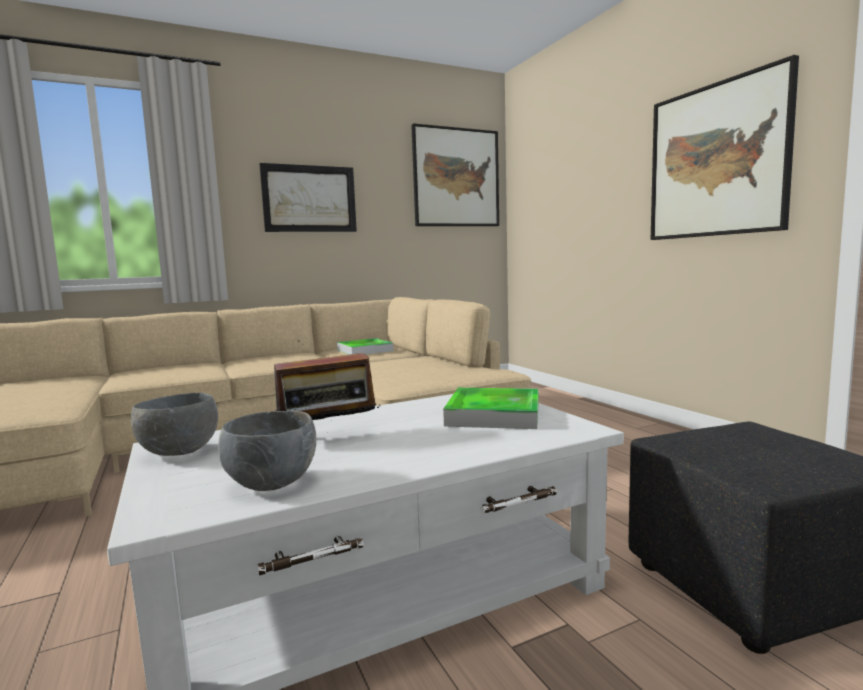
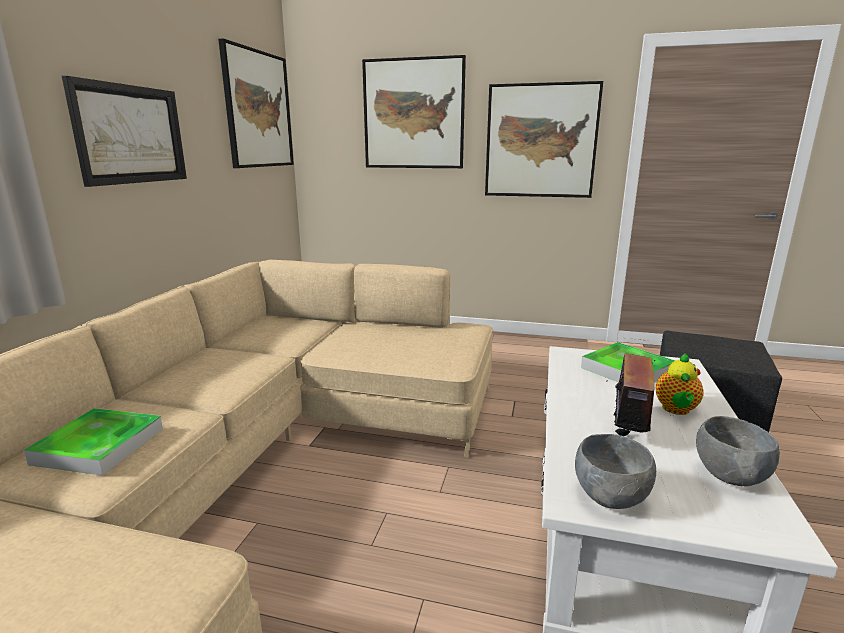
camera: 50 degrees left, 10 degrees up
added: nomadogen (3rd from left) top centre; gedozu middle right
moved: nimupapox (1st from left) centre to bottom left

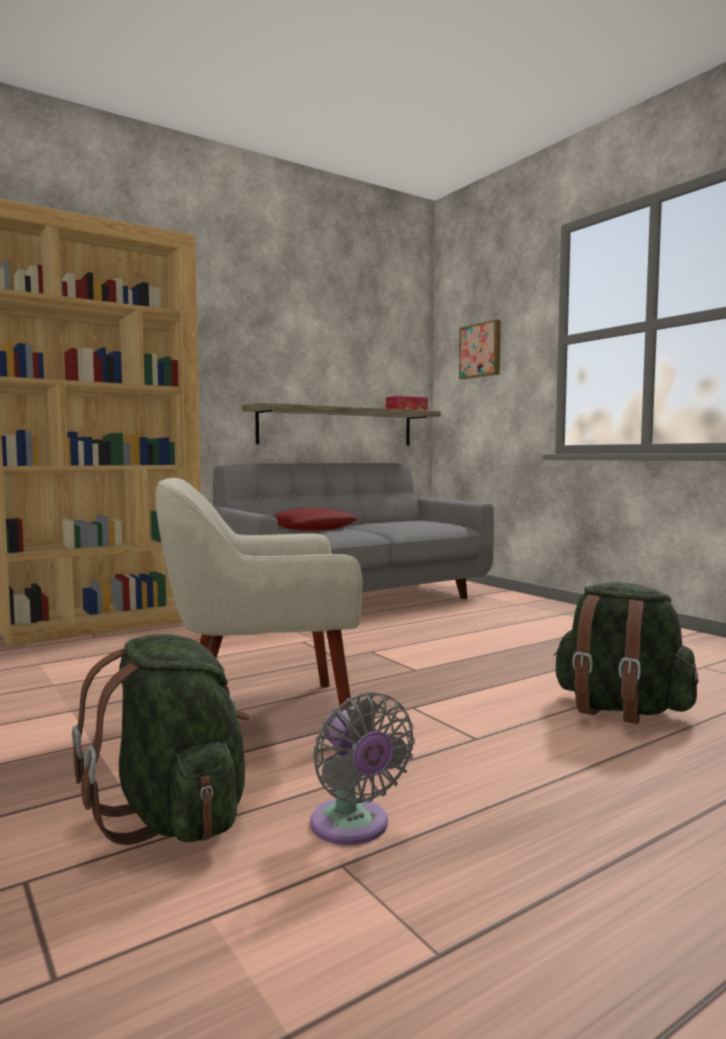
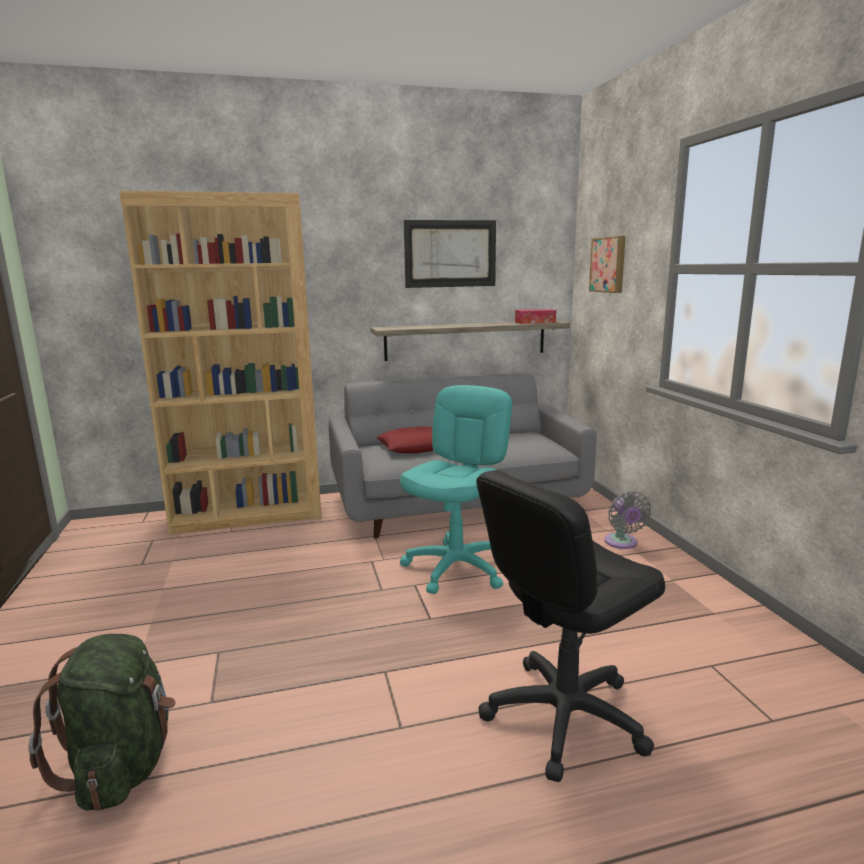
camera: 20 degrees right, 10 degrees up
removed: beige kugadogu centre
added: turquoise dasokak centre; nomadogen (1st from left) top centre
moved: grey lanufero bottom centre to middle right
replaced: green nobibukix (2nd from left) middle right to black dasokak bottom centre

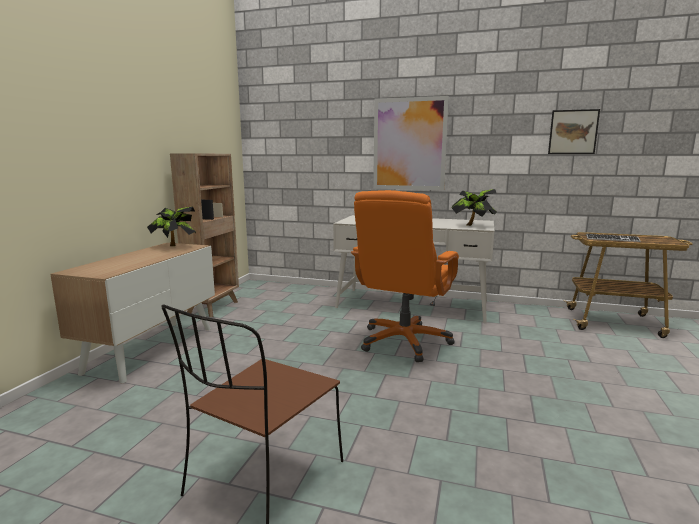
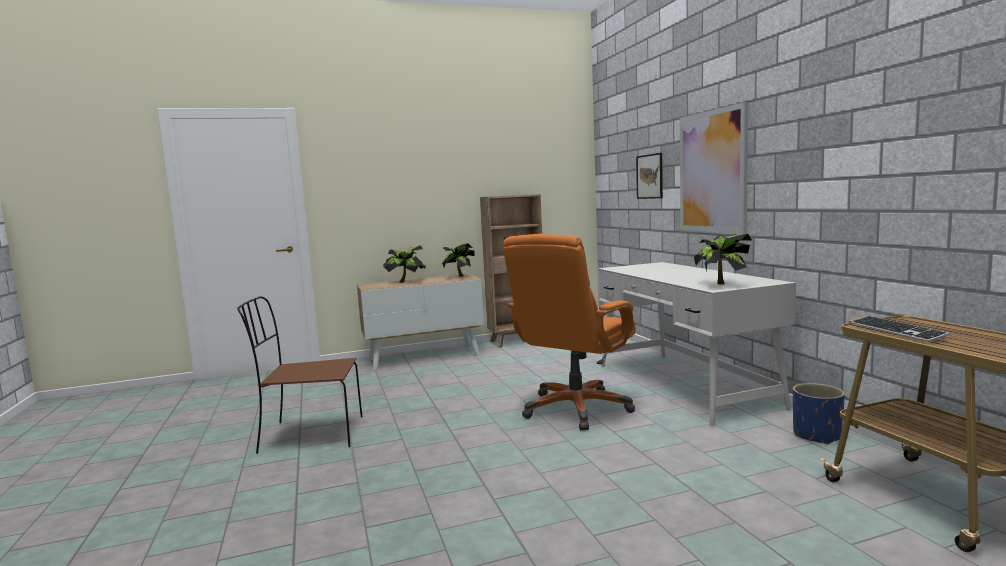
camera: 55 degrees right, 5 degrees down
added: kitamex (1st from left) centre; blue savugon bottom right
moved: nomadogen (2nd from left in the first image) top right to nomadogen (1st from left) top centre
turned: orange dasokak centre = centre 45 degrees counterclockwise

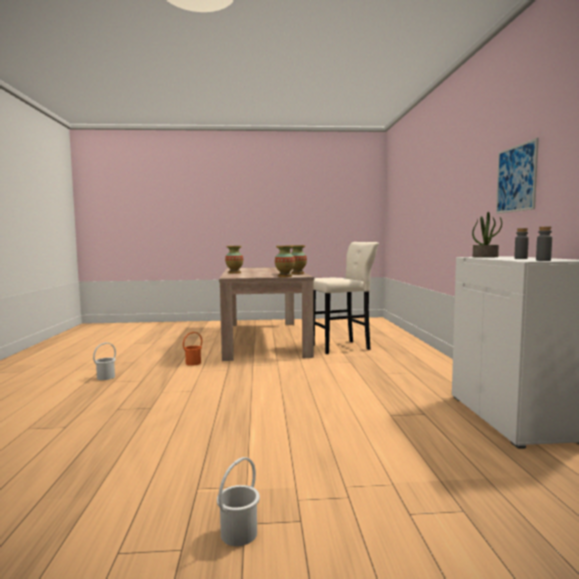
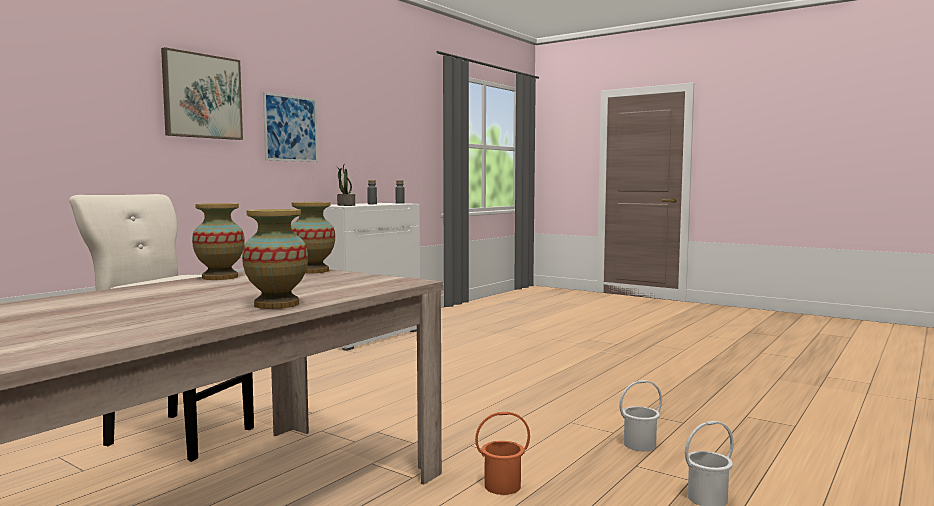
camera: 140 degrees left, 0 degrees up
added: nomadogen (1st from left) top left
moved: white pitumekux (2nd from left in the first image) bottom centre to white pitumekux (1st from left) bottom right

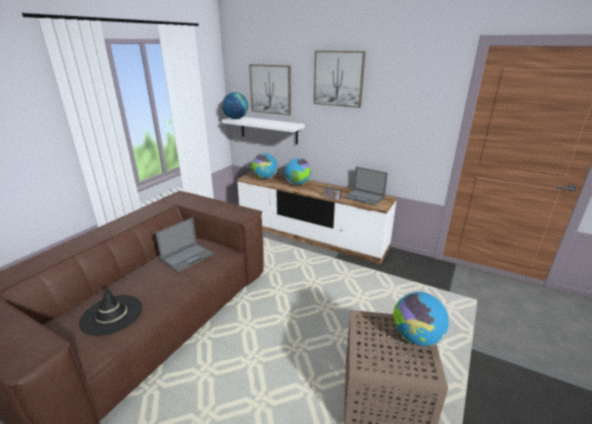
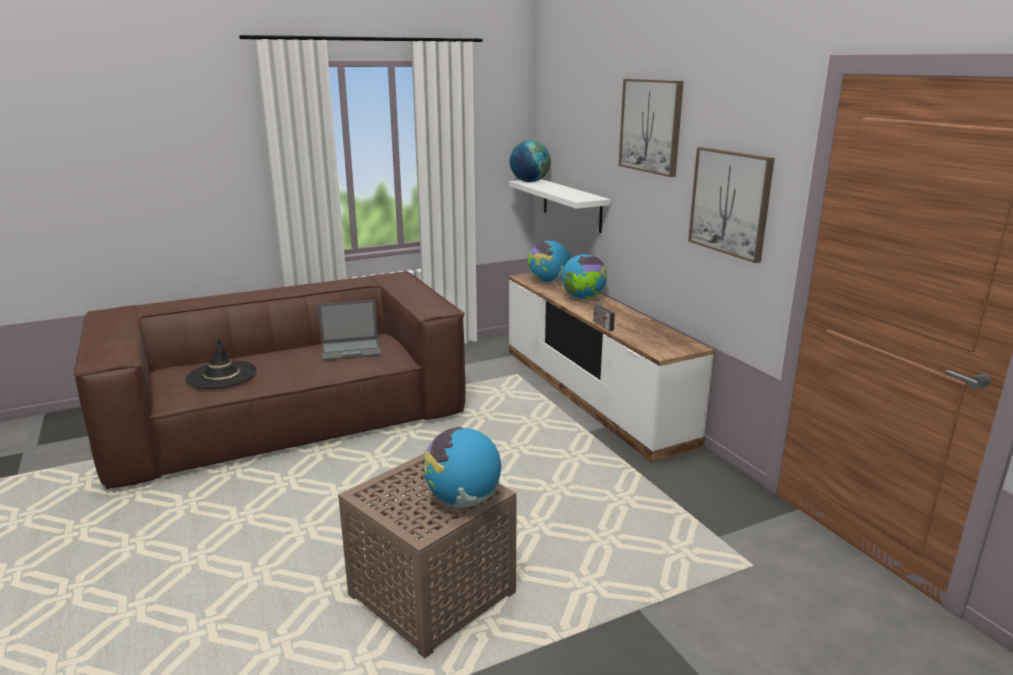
camera: 35 degrees right, 5 degrees down
removed: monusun (2nd from left) centre
moved: nomadogen (1st from left in the first image) top centre to nomadogen (2nd from left) top right

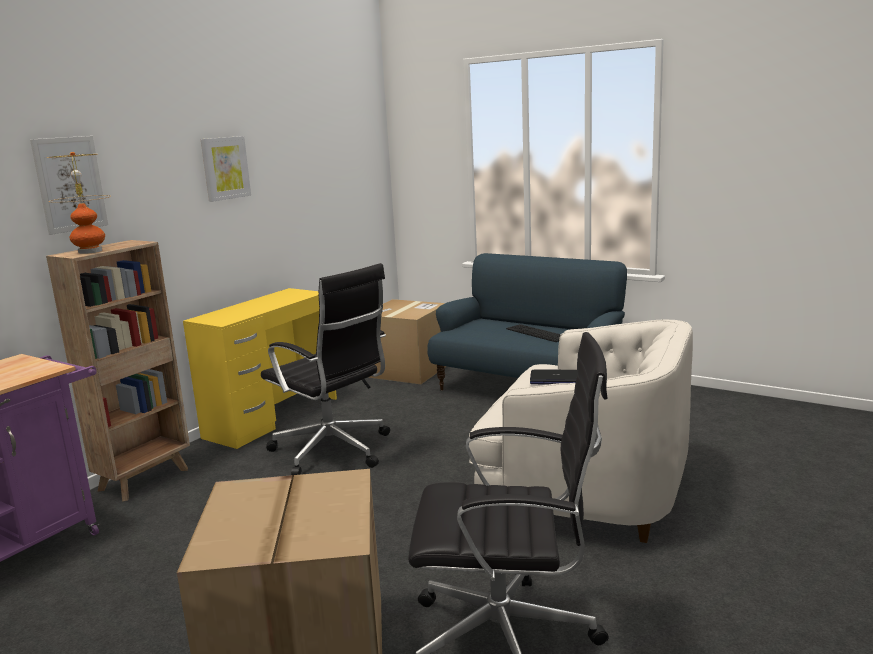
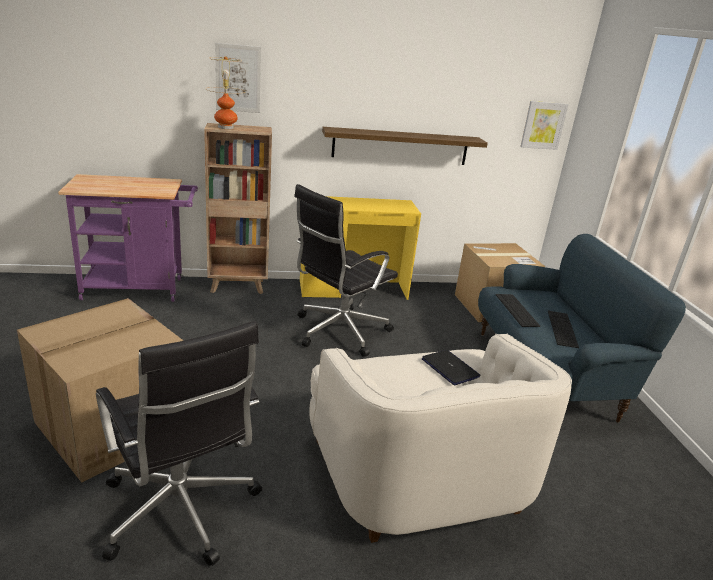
camera: 45 degrees right, 10 degrees up
added: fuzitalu top centre; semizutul (1st from left) middle right
moved: nomadogen (2nd from left) top left to top right
turned: black dasokak (1st from left in the first image) centre = centre 45 degrees clockwise

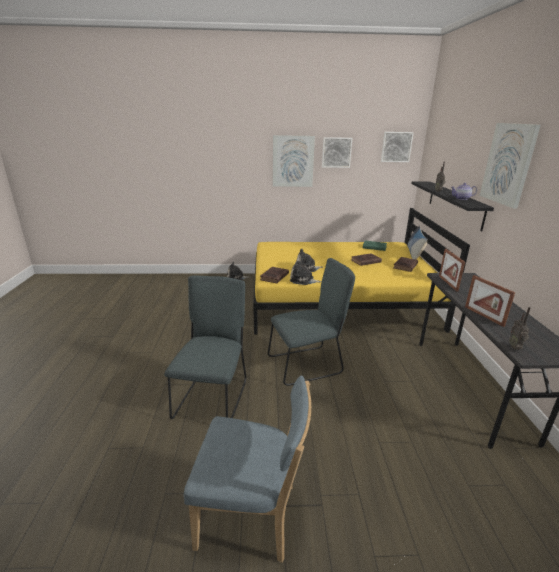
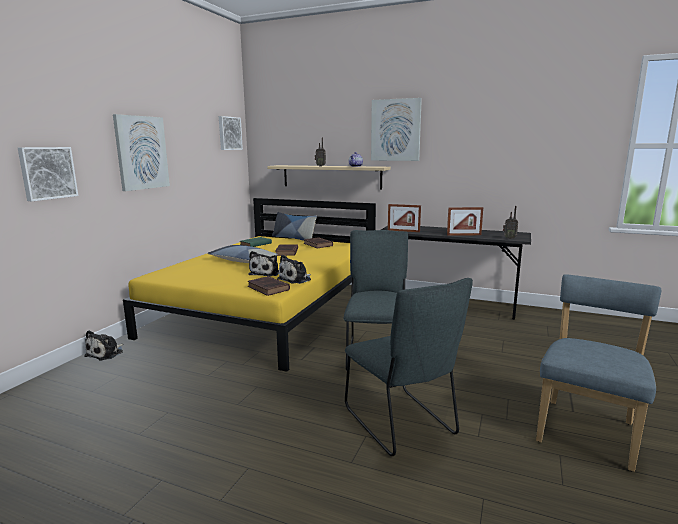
camera: 65 degrees left, 10 degrees down
added: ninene (1st from left) centre
moved: nomadogen (2nd from left in the first image) top centre to nomadogen (1st from left) top left
recoloured: black fuzitalu middle right to beige fuzitalu centre
turned: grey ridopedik (1st from left in the first image) centre = bottom centre 150 degrees counterclockwise

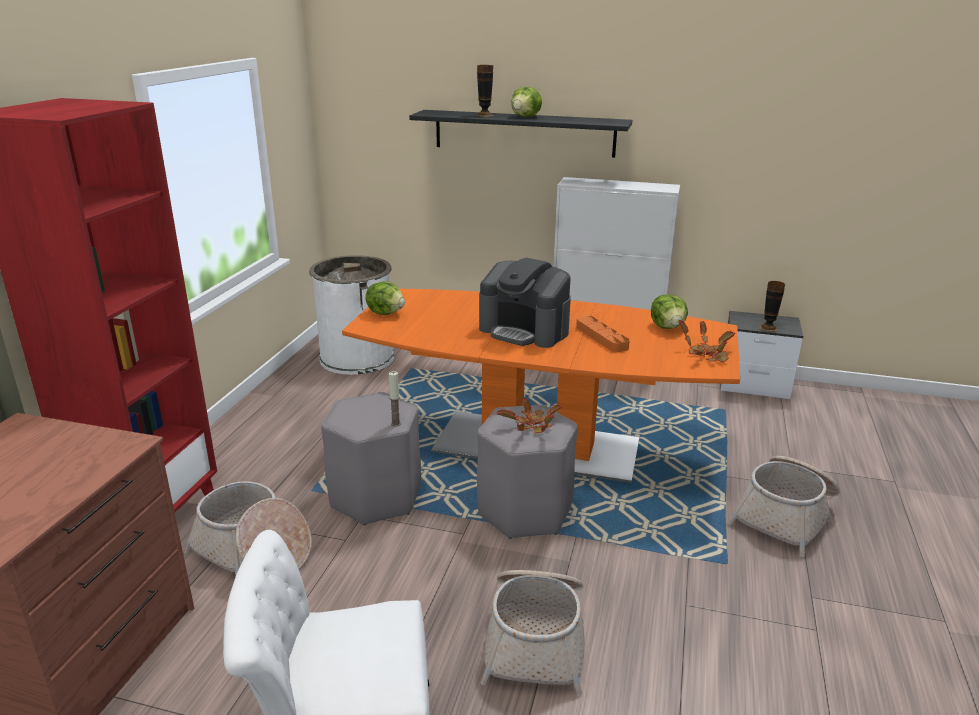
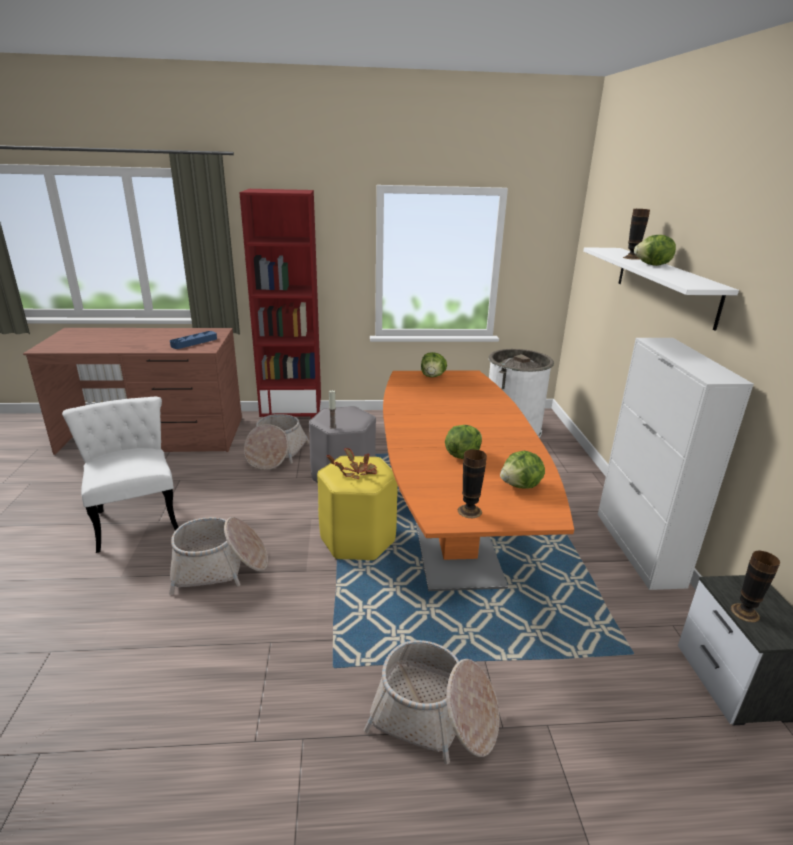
camera: 70 degrees right, 0 degrees up
removed: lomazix centre
added: blue nimupapox middle left
replaced: orange nimupapox centre to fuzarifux (2nd from left) centre; kitamex (2nd from left) middle right to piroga (1st from left) centre
recoloured: black fuzitalu top centre to white fuzitalu middle right; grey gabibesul (2nd from left) centre to yellow gabibesul centre

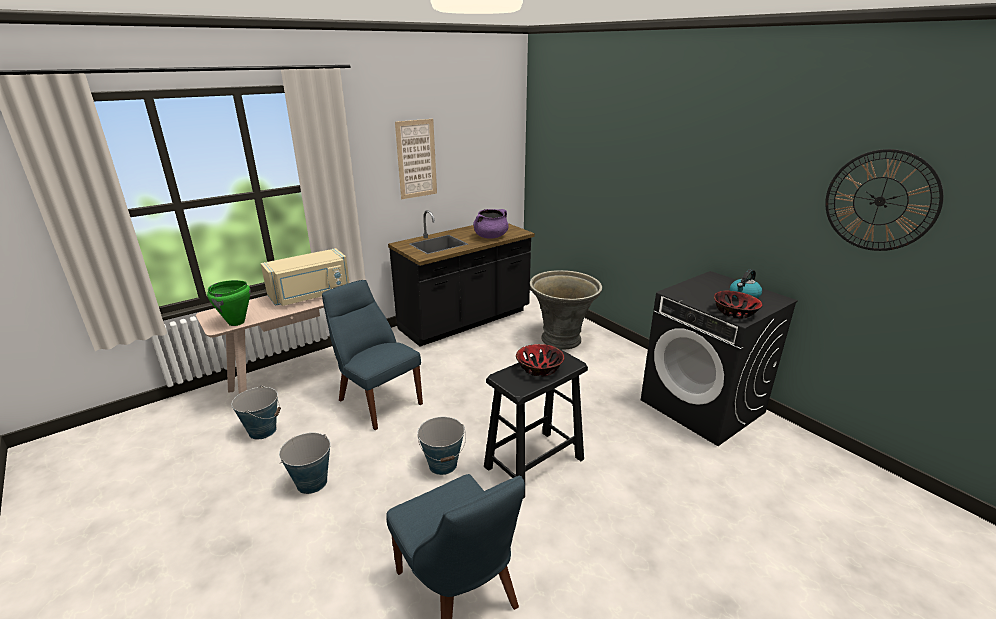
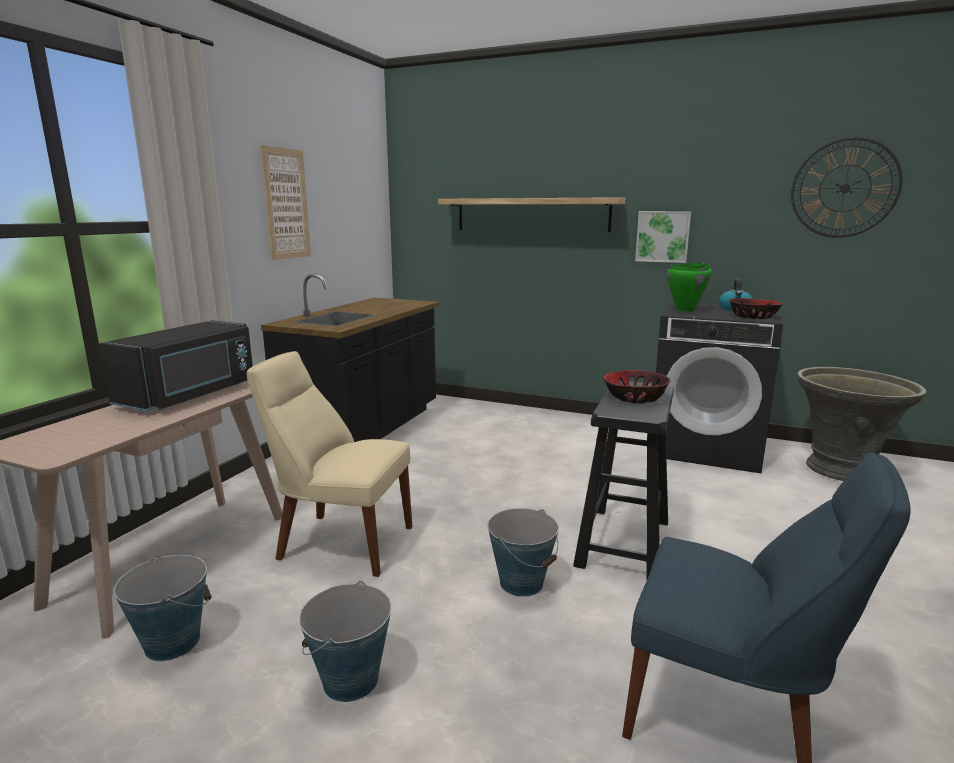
camera: 30 degrees left, 10 degrees down
removed: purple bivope centre
added: fuzitalu top centre; nomadogen (2nd from left) top right
moved: green bivope middle left to middle right; grey savugon centre to middle right
recoloured: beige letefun middle left to black letefun middle left; blue ridopedik (1st from left) centre to beige ridopedik centre

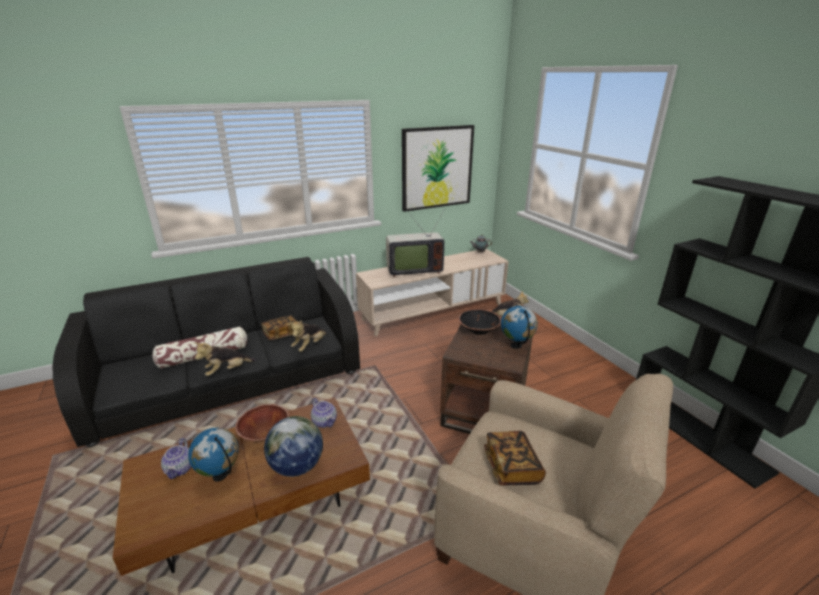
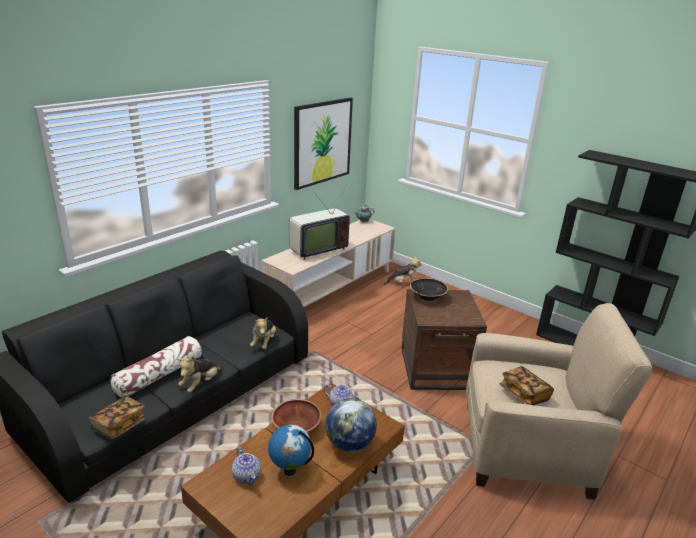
camera: 25 degrees left, 0 degrees up
removed: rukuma (3rd from left) centre
moved: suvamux (1st from left) centre to bottom left

